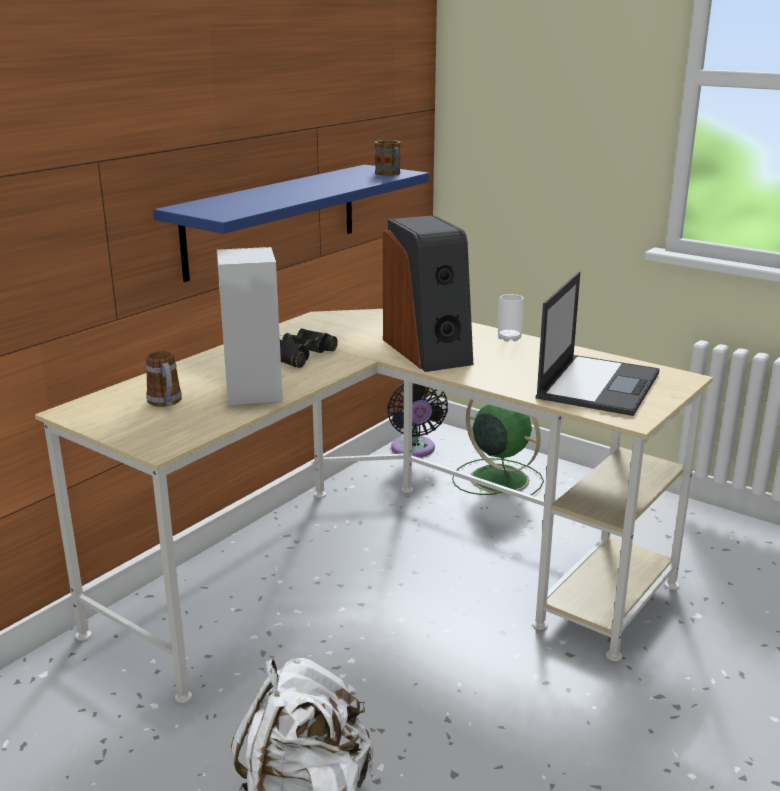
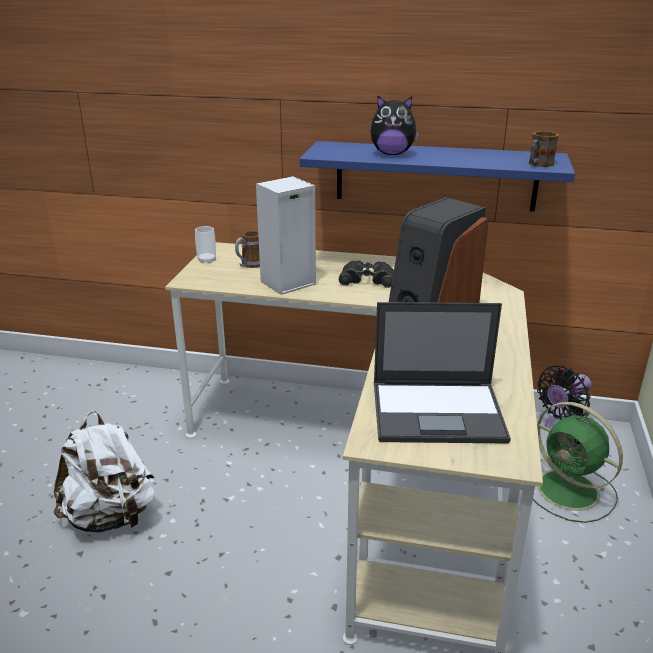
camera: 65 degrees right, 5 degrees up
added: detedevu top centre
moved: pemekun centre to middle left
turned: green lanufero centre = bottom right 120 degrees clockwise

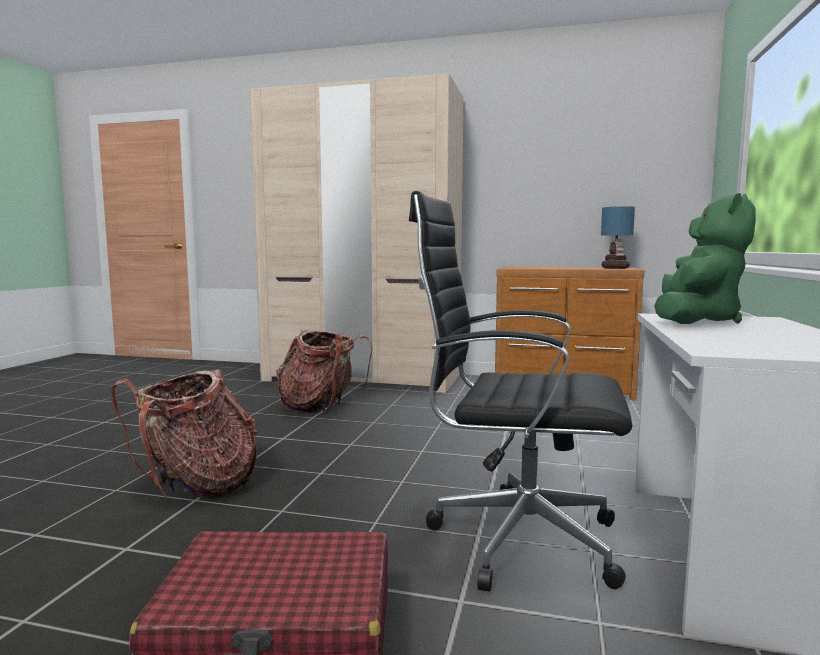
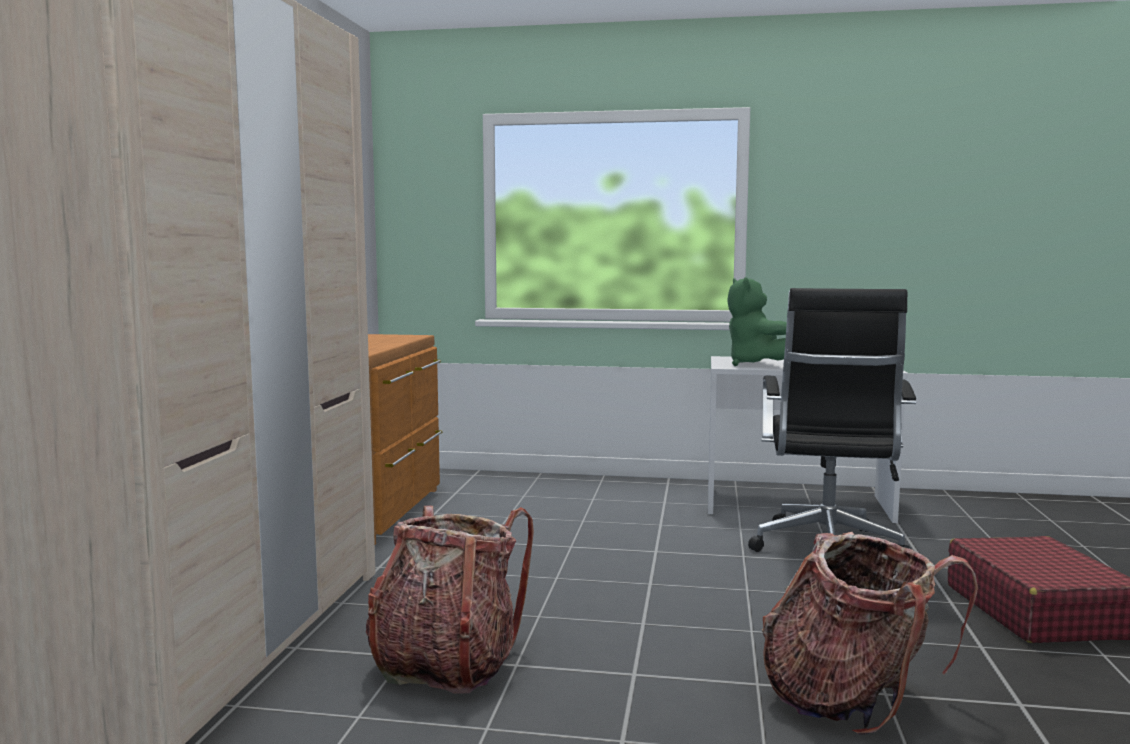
camera: 95 degrees left, 0 degrees up
removed: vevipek middle right
turned: green detedevu middle right = middle right 135 degrees counterclockwise

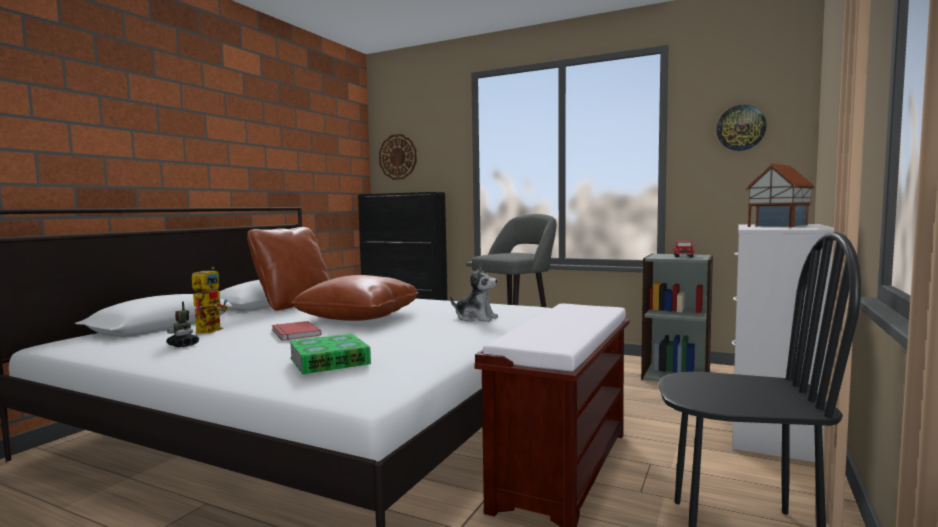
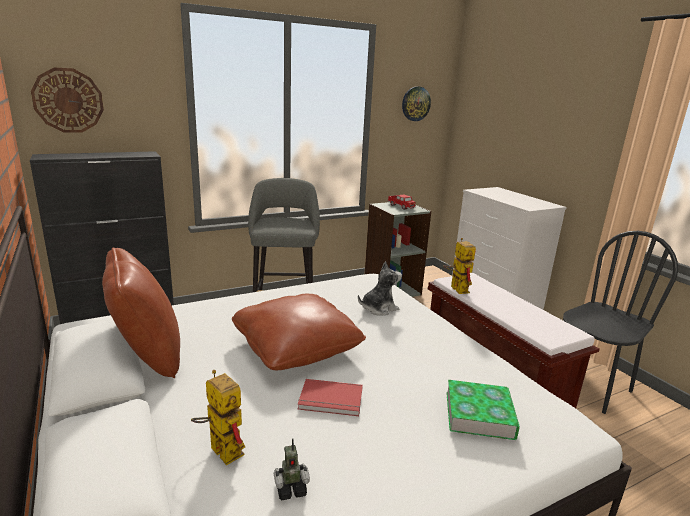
camera: 55 degrees left, 15 degrees up
removed: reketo middle right
added: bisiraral (3rd from left) centre

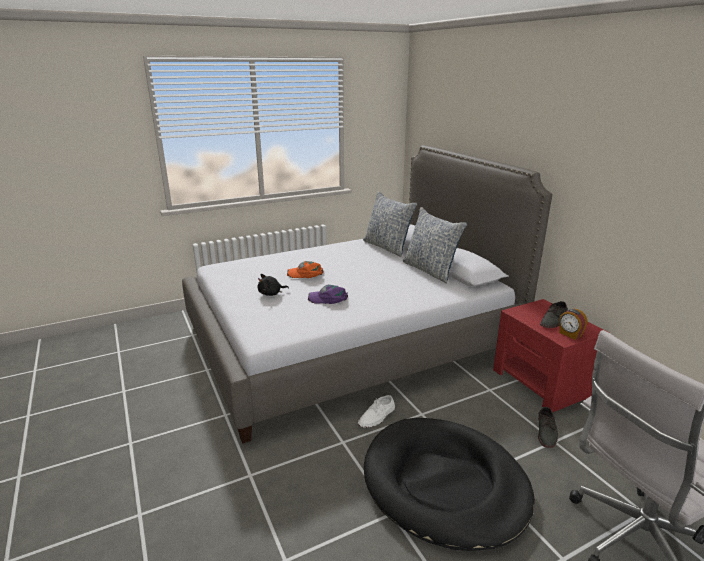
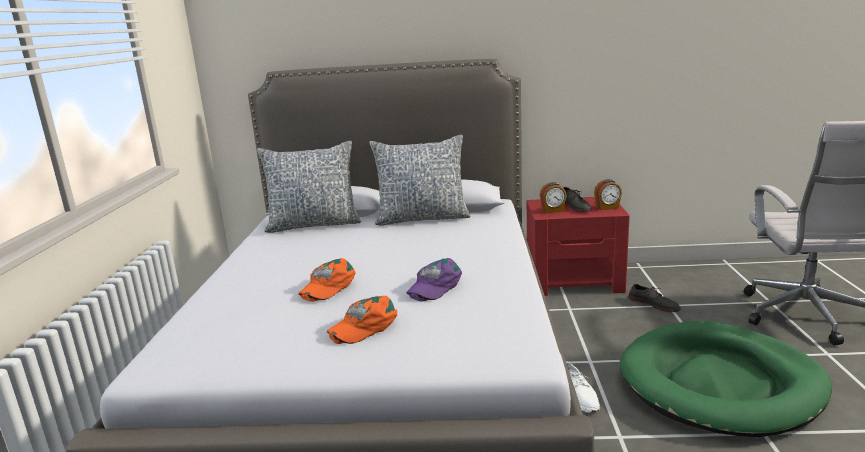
camera: 60 degrees left, 5 degrees down
added: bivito (1st from left) centre
replaced: black detedevu centre to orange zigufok (2nd from left) bottom centre
recoloured: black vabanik bottom centre to green vabanik bottom right

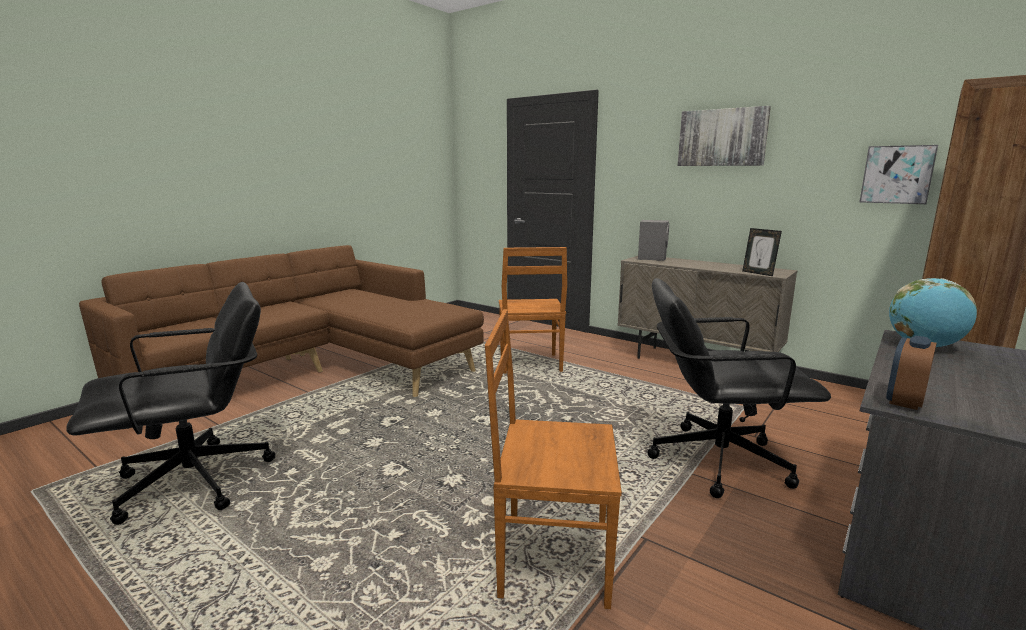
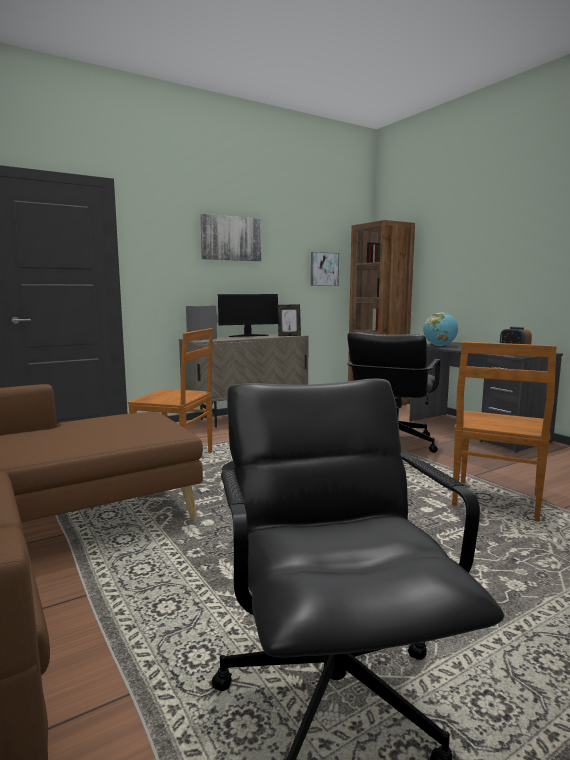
camera: 70 degrees left, 5 degrees down
added: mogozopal centre

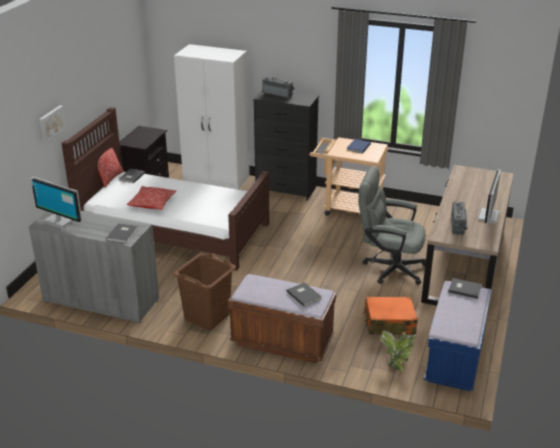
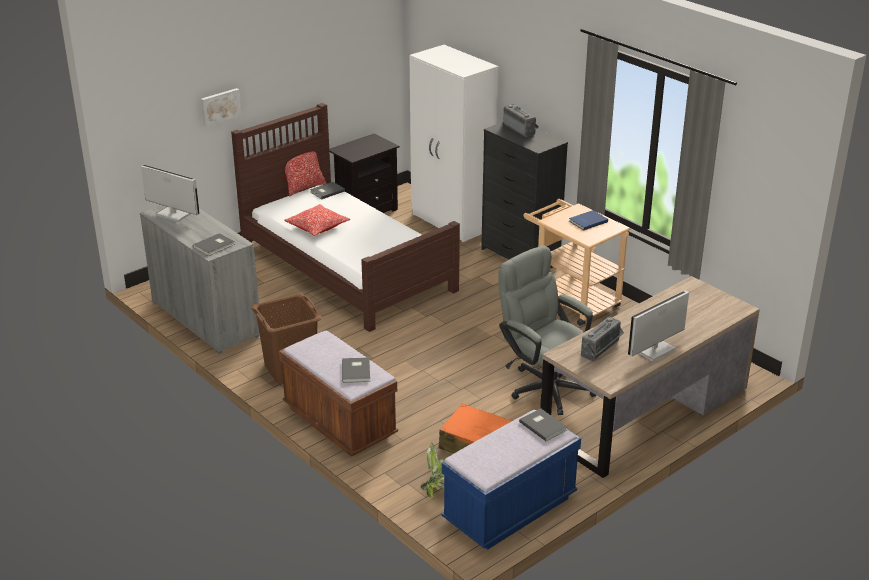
camera: 30 degrees right, 0 degrees up
turned: mogozopal (1st from left) middle left = top left 150 degrees clockwise

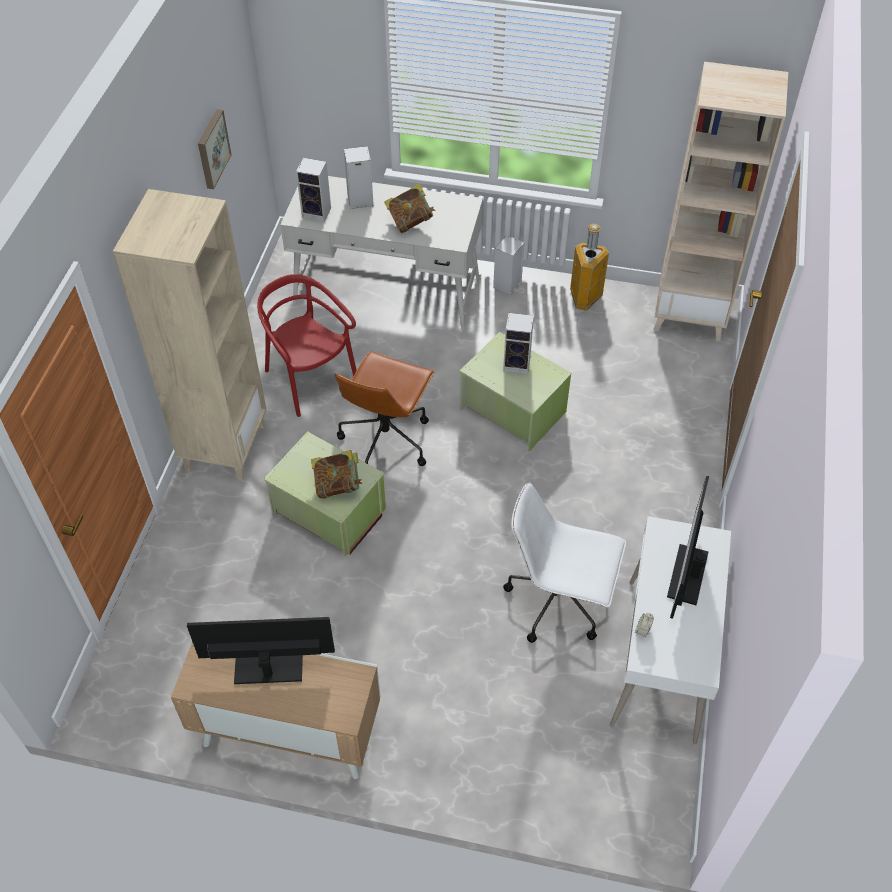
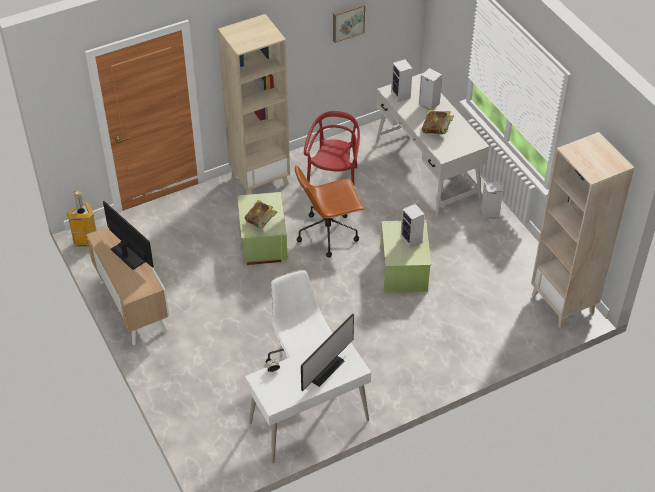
camera: 50 degrees right, 5 degrees down
moved: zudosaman top centre to middle left
turned: mogozopal (2nd from left) middle right = bottom centre 150 degrees clockwise

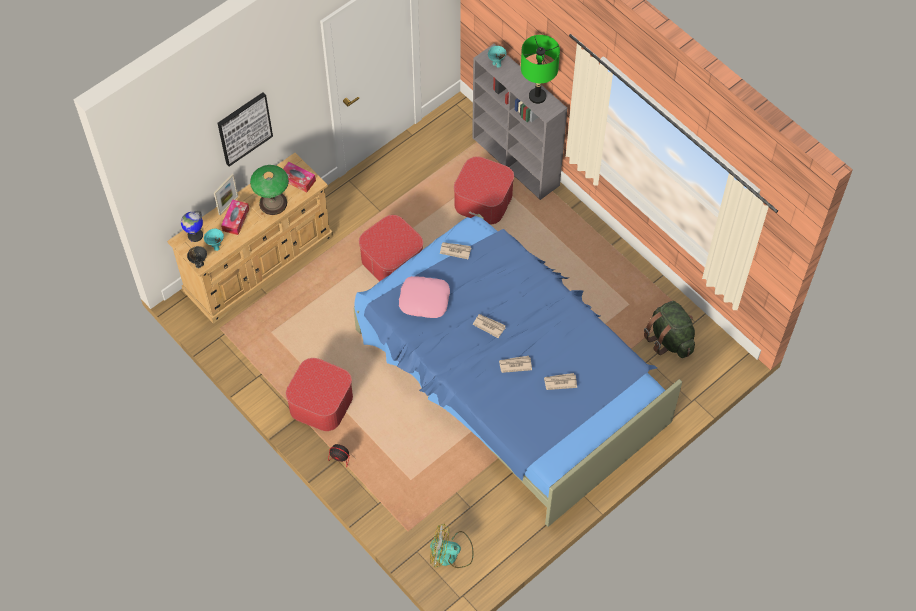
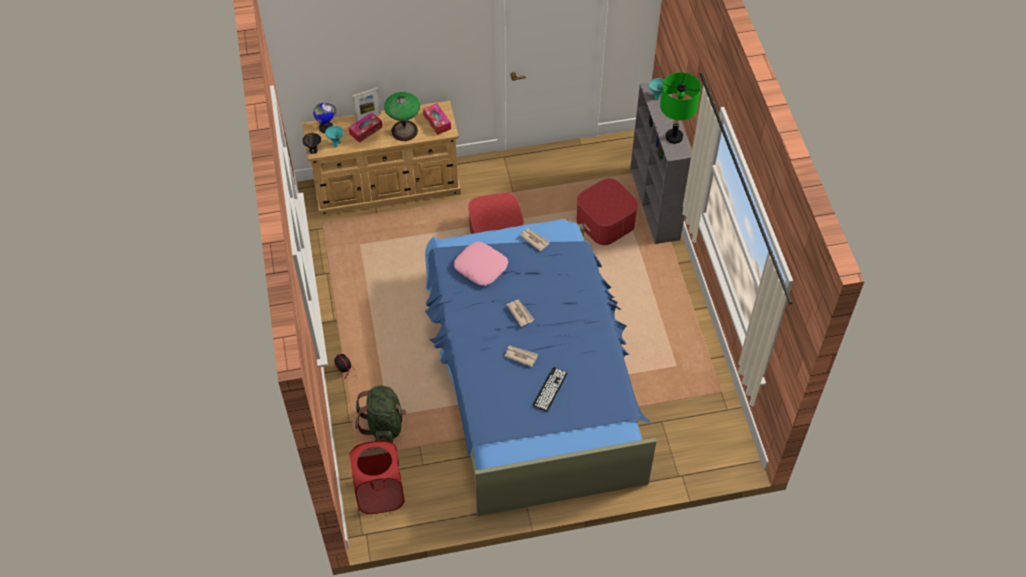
camera: 30 degrees right, 5 degrees down
removed: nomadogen top left; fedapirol (1st from left) centre
moved: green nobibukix middle right to bottom centre
replaced: lanufero (2nd from left) bottom centre to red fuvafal bottom centre; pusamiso (4th from left) centre to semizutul bottom centre

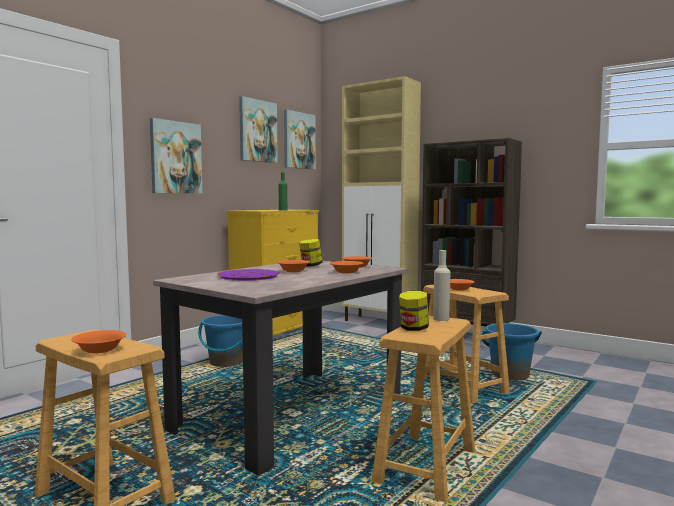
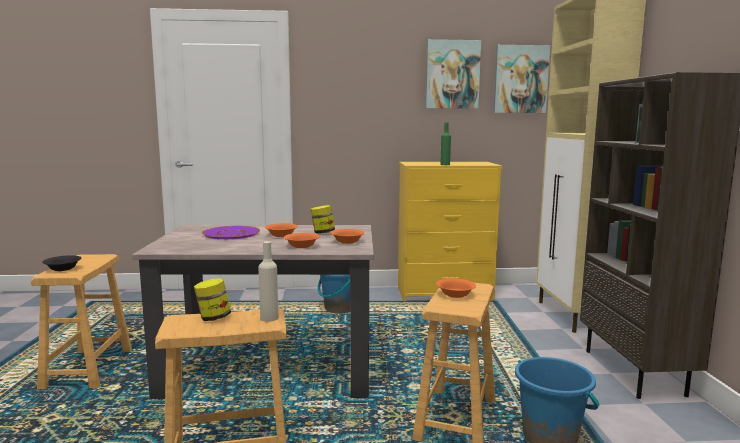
camera: 50 degrees right, 5 degrees up
removed: nomadogen (1st from left) top left
recoloured: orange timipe (1st from left) bottom left to black timipe middle left

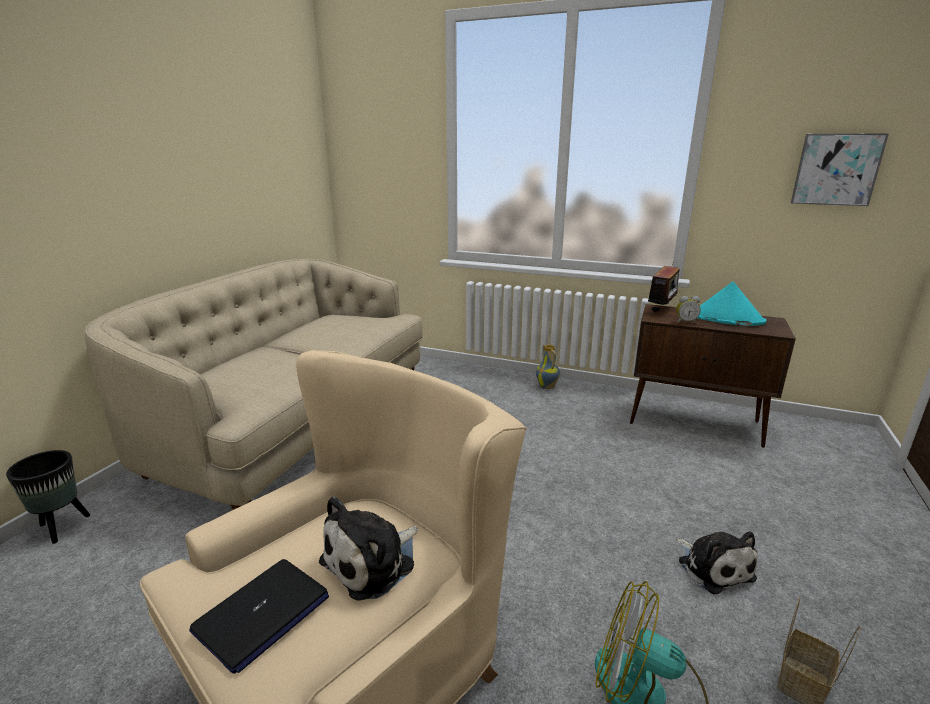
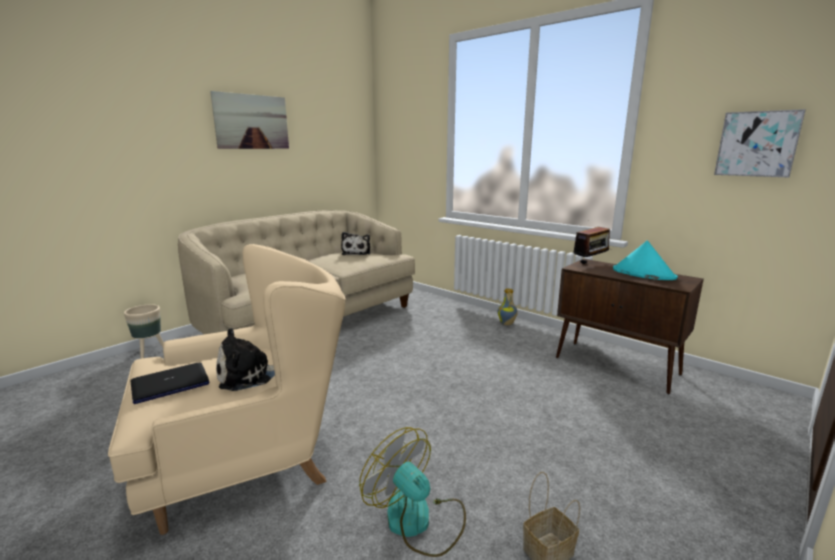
camera: 20 degrees right, 5 degrees down
removed: bivito middle right
added: nomadogen (1st from left) top left
moved: detedevu (2nd from left) bottom right to centre
recoloured: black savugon bottom left to beige savugon middle left

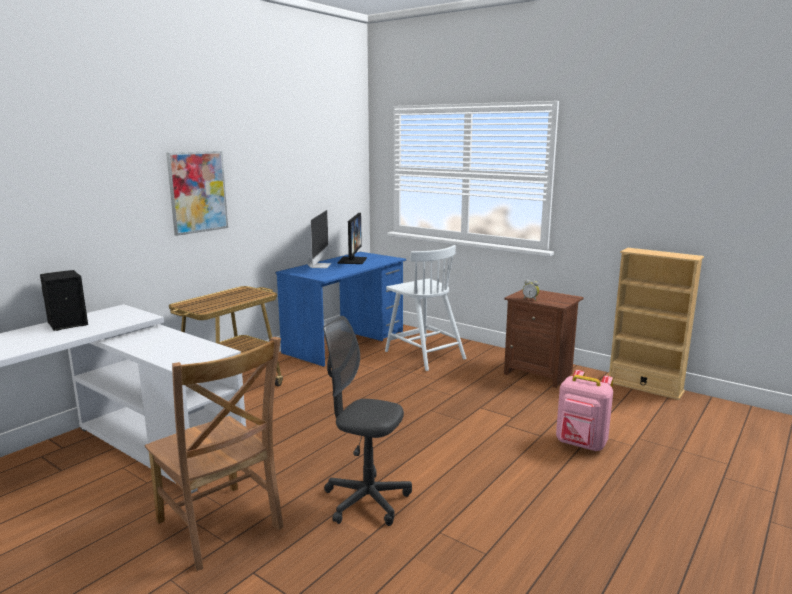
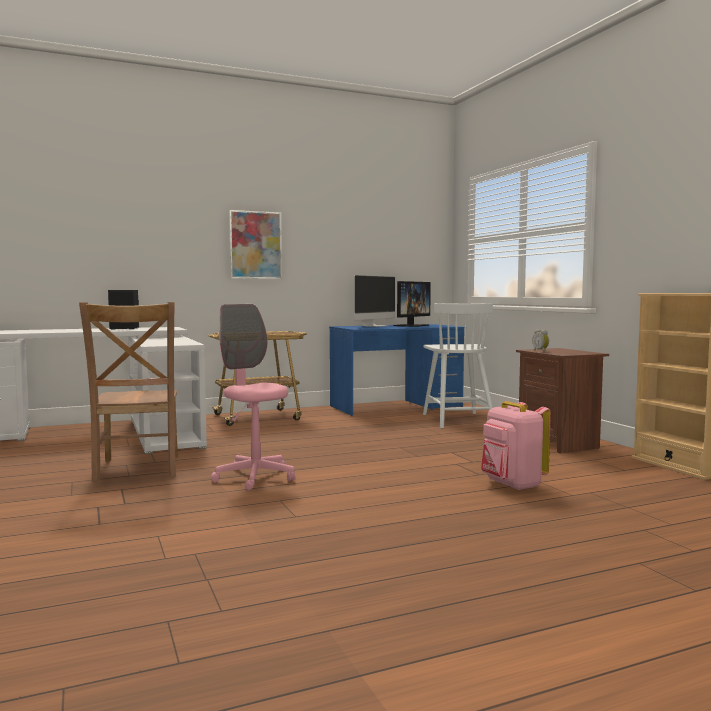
camera: 30 degrees right, 10 degrees down
recoloured: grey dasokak bottom centre to pink dasokak centre

